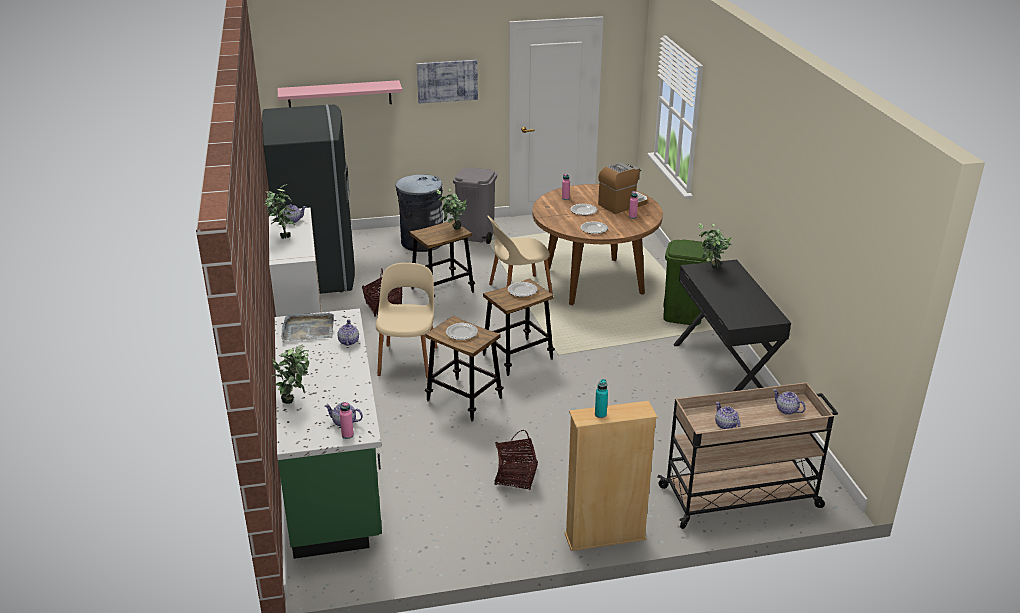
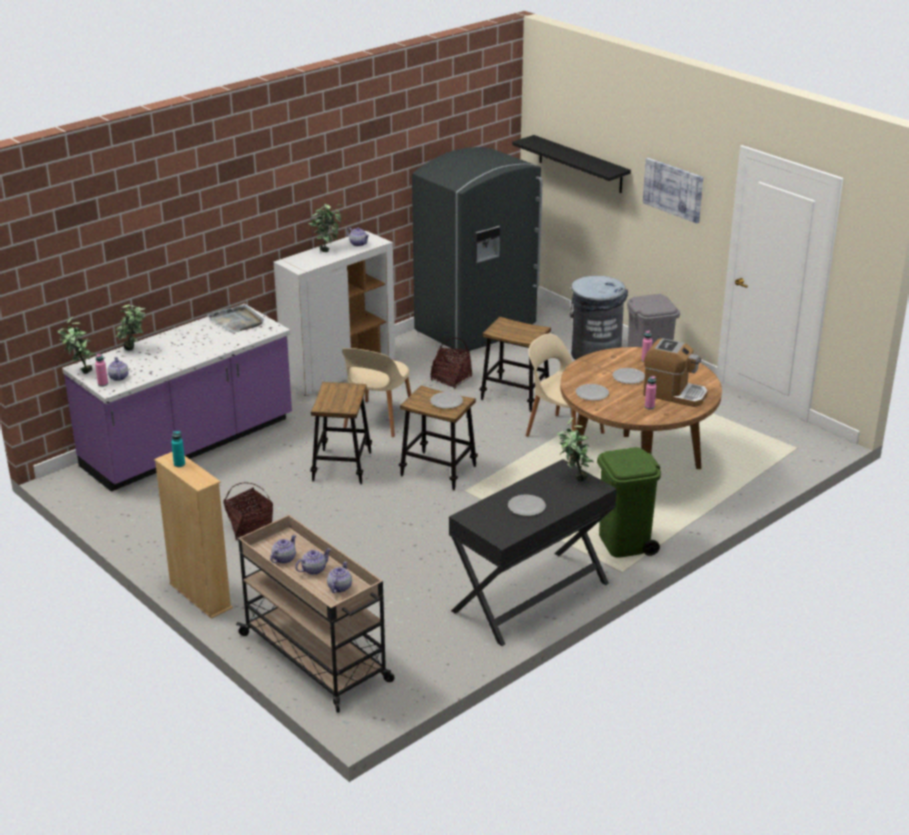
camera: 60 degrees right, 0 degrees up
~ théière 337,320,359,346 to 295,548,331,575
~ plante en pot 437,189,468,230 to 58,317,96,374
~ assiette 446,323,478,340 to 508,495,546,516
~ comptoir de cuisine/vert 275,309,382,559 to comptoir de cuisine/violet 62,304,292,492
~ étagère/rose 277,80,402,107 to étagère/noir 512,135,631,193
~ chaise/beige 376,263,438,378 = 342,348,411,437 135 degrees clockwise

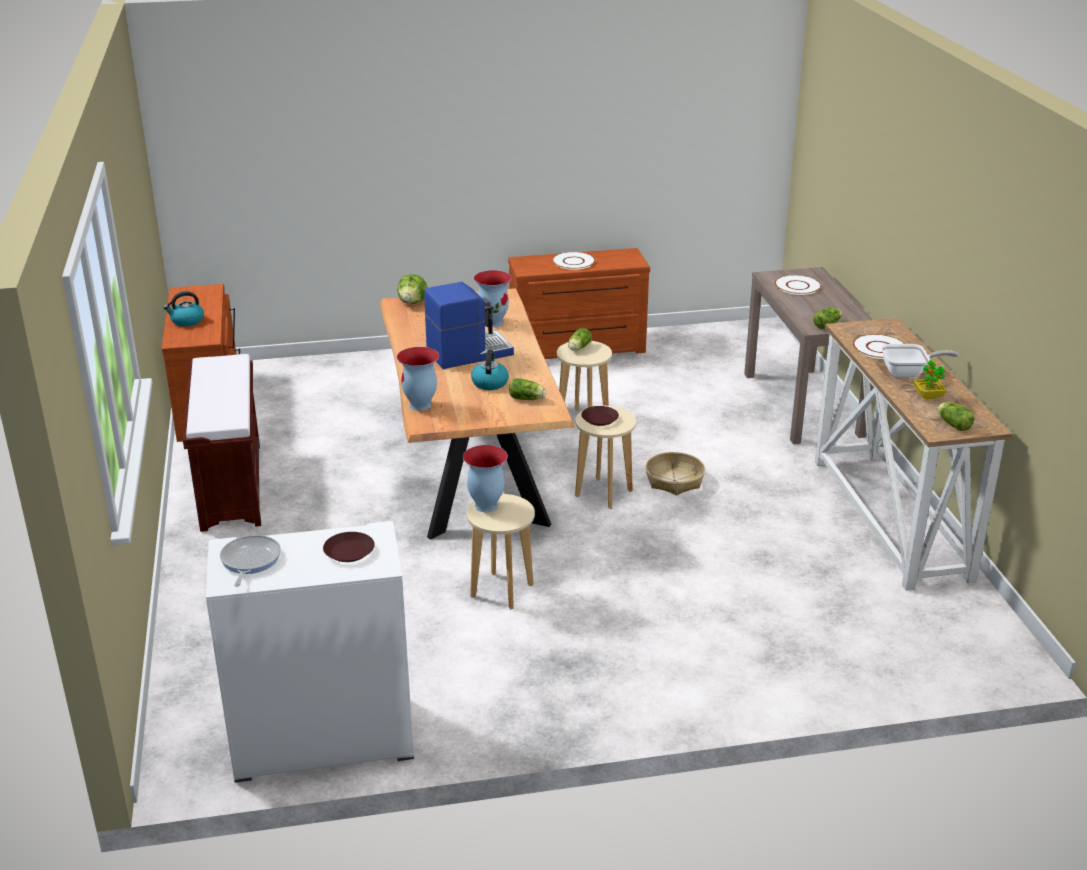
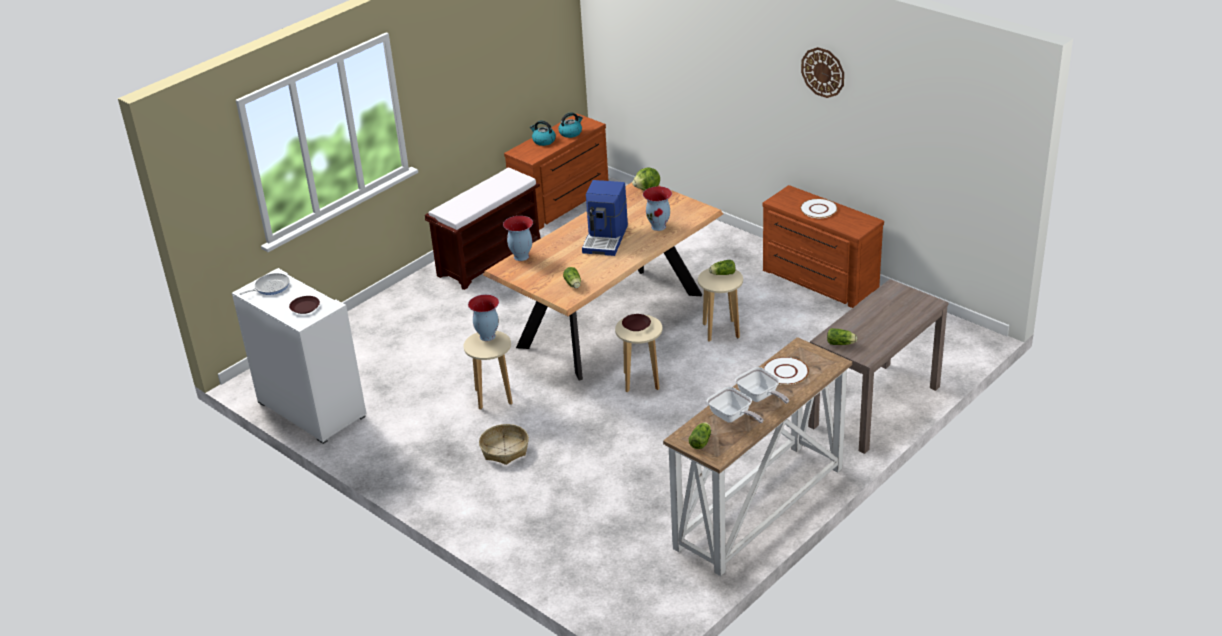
camera: 55 degrees right, 5 degrees up
- assiette/blanc 775,275,821,295
+ horloge murale 801,47,844,98
~ bouilloire 471,350,509,390 to 558,112,583,138
~ panier 645,452,705,495 to 479,424,529,465
~ plante en pot 914,360,946,399 to poêle 707,387,763,423
~ machine à café 424,282,514,369 = 582,180,628,256 75 degrees clockwise

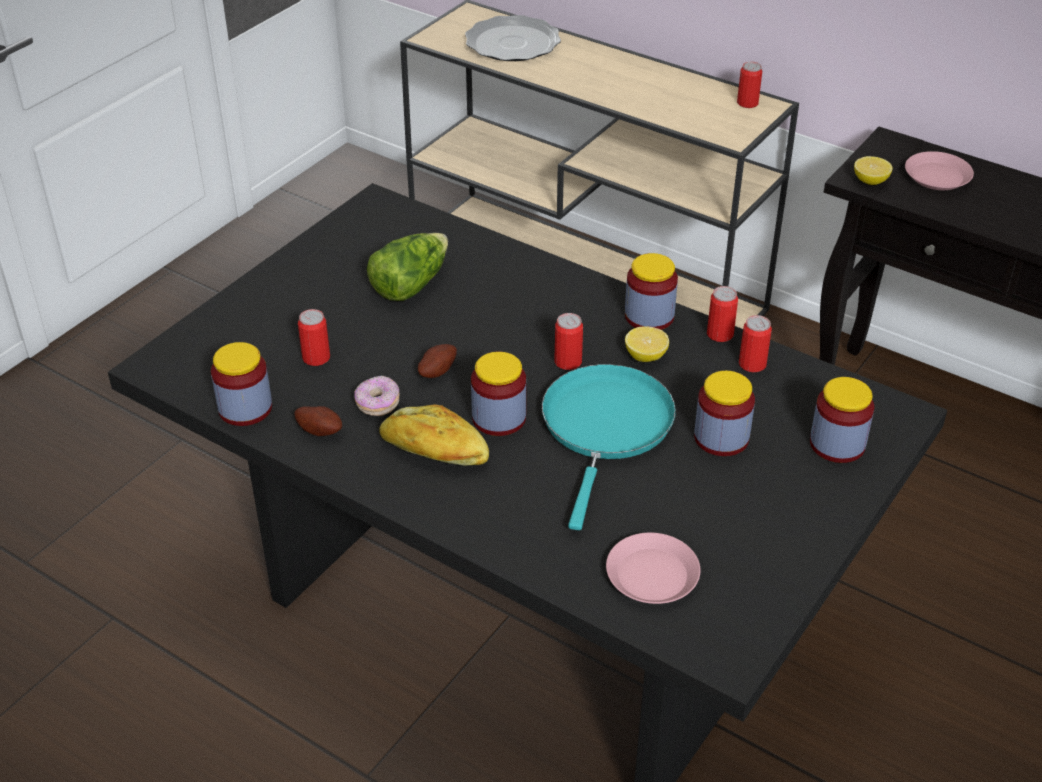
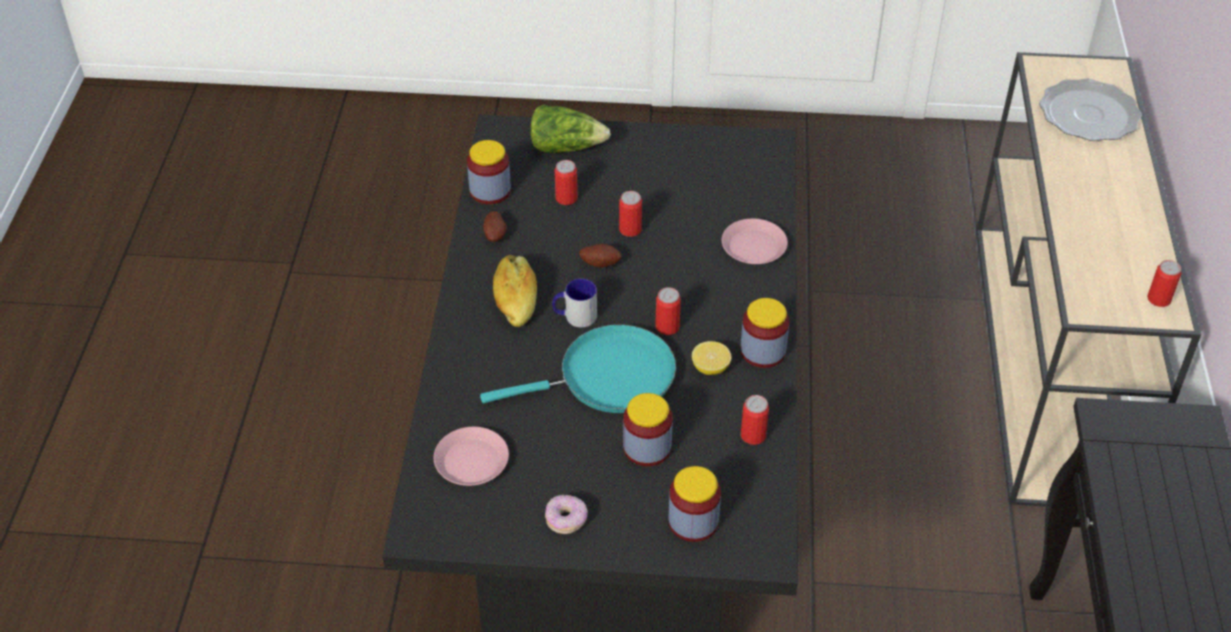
camera: 60 degrees right, 5 degrees up
- citron 854,156,893,185
~ beignet 354,376,400,416 to 545,495,588,534
~ laitue 367,233,448,301 to 530,105,611,153
~ boîte métallique 707,286,738,342 to 619,191,642,237
~ assiette/rose 905,151,974,190 to 722,218,788,264
~ bocal 471,352,526,436 to mug 552,279,597,327

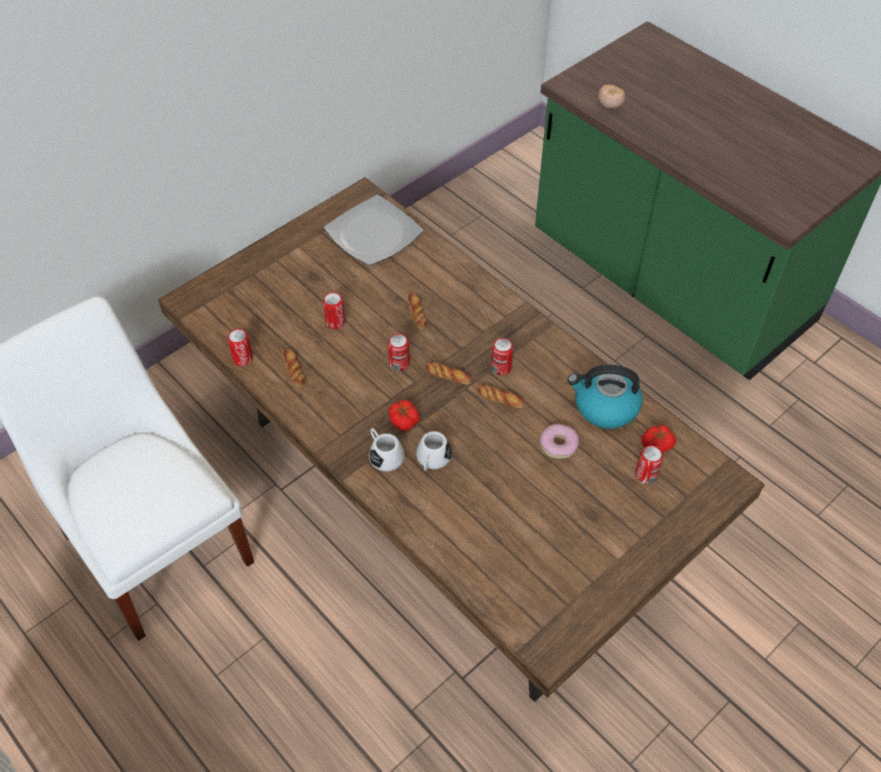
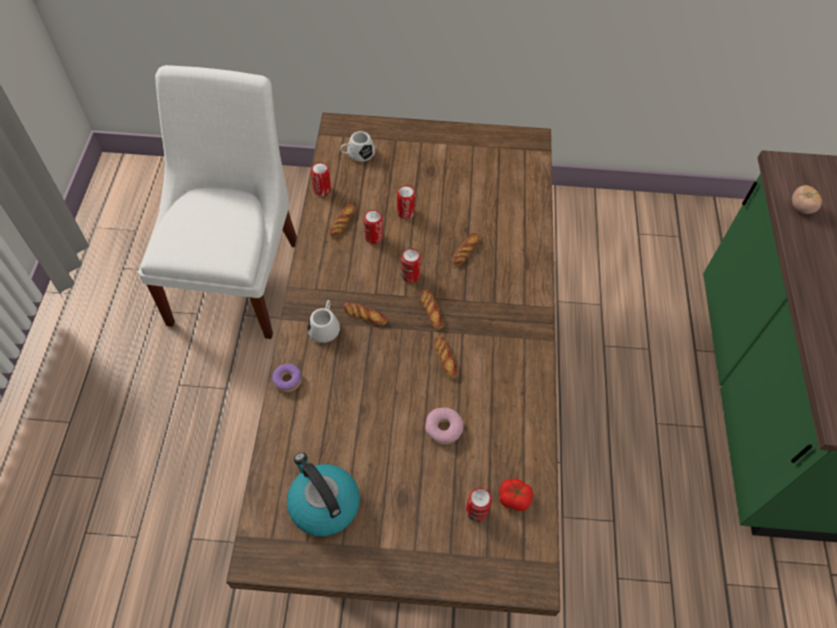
camera: 45 degrees right, 5 degrees up
- assiette 324,195,424,266
+ beignet 272,364,302,392
~ mug/blanc 416,431,452,471 to 340,131,375,162
~ boîte métallique 491,338,513,375 to 364,210,383,244
~ bouilloire 567,364,643,429 to 287,453,360,536
~ tomate 388,400,420,431 to pain 343,302,387,325

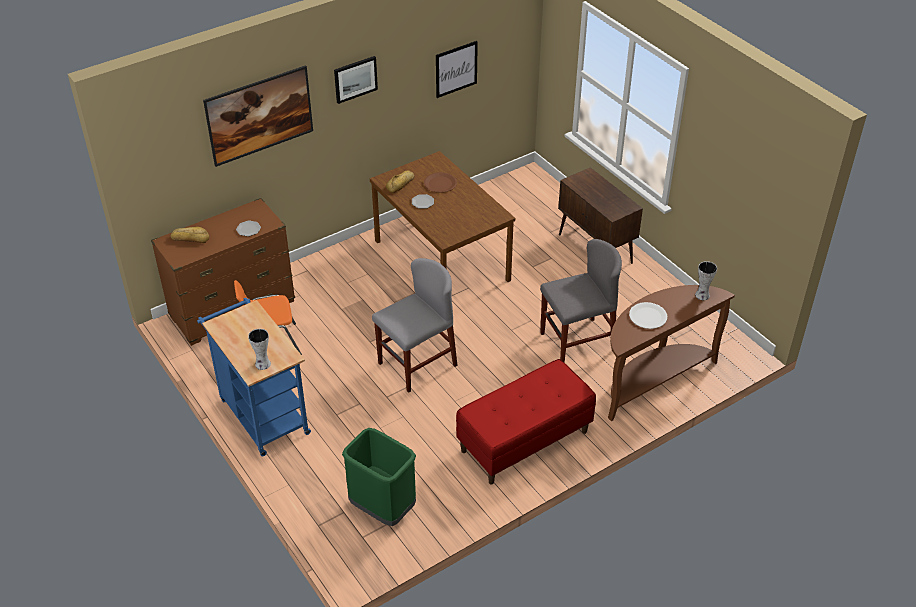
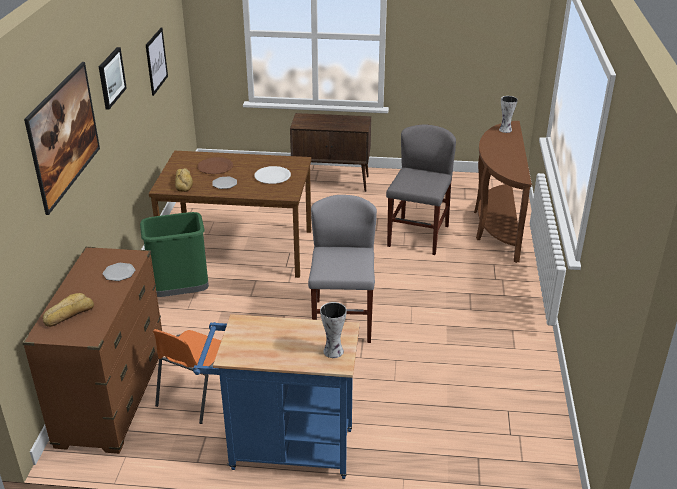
camera: 50 degrees left, 10 degrees down
- banc/rouge 456,359,596,485
~ poubelle/vert 342,428,416,526 to 140,212,209,297
~ assiette/blanc 629,302,667,329 to 255,166,291,184

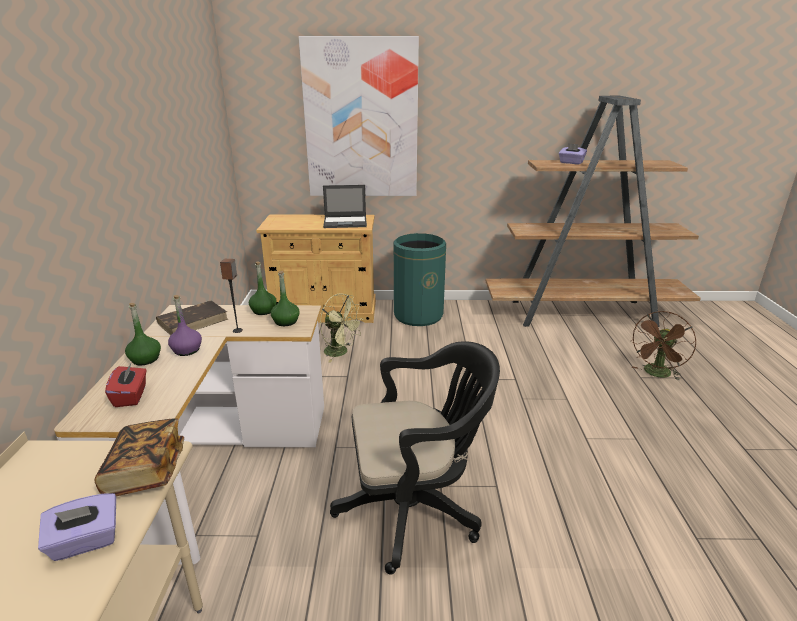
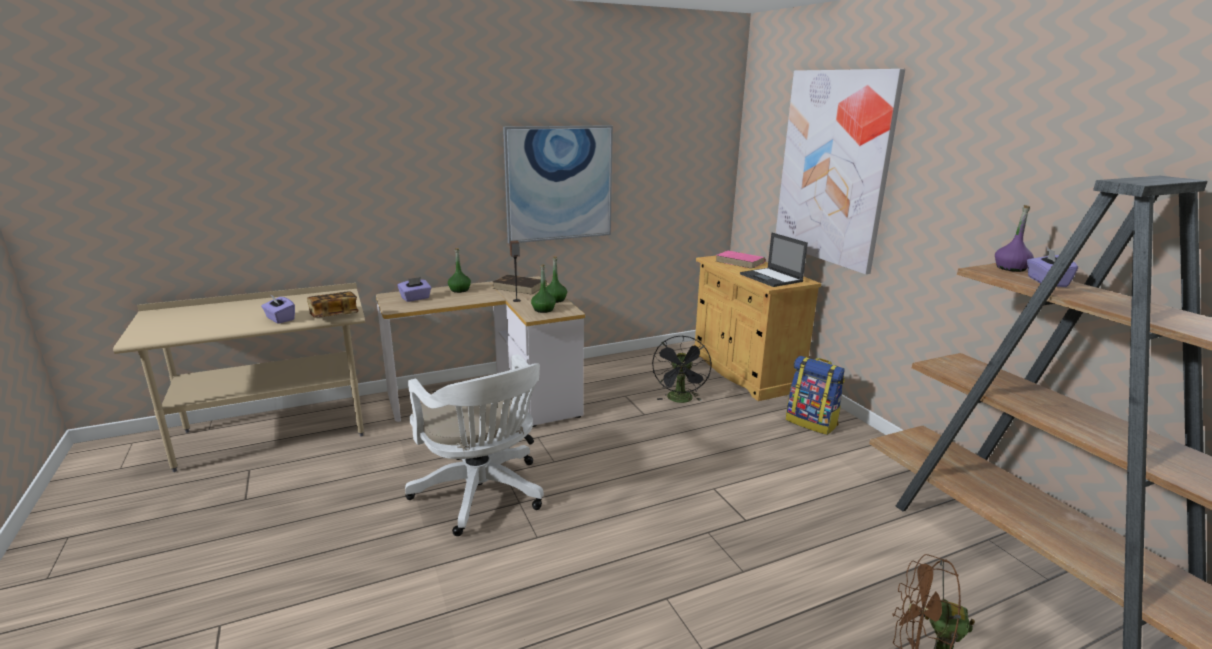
camera: 65 degrees right, 5 degrees down
+ tableau 503,125,613,244
+ livre/rose 716,251,765,269
~ bouteille/violet 168,295,202,356 to 995,205,1034,272
~ poubelle/vert 394,233,446,326 to sac à dos 786,356,845,435
~ boîte à mouchoirs/rouge 105,362,147,407 to boîte à mouchoirs/violet 397,277,431,302
~ ventilateur/vert 320,293,364,362 to ventilateur/noir 652,336,711,403
~ chaise de bureau/noir 330,341,500,575 to chaise de bureau/blanc 405,354,544,536

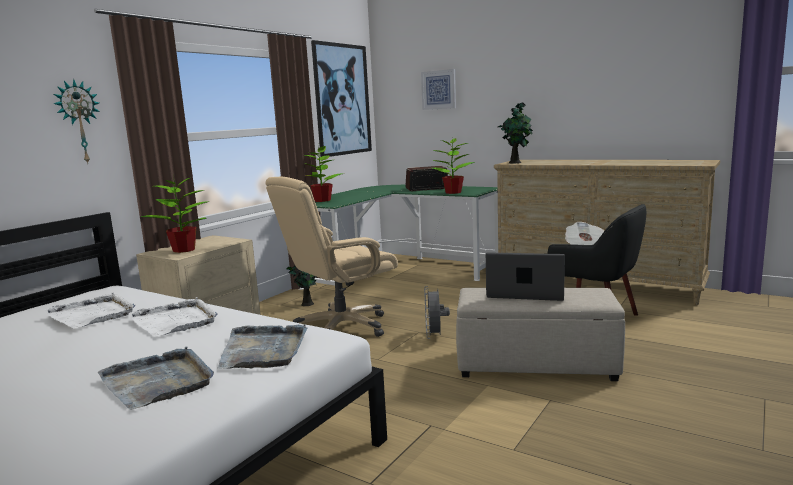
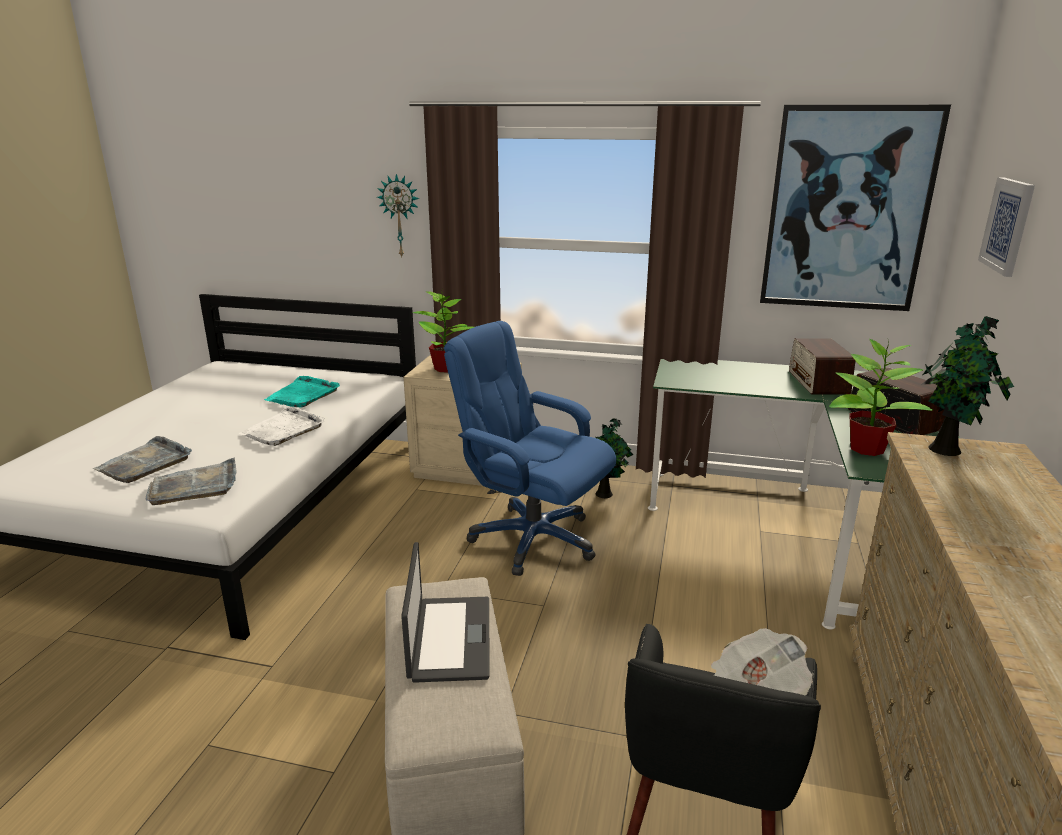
camera: 70 degrees right, 10 degrees up
- plante en pot 304,146,344,202
- ventilateur/gris 424,286,450,339
+ radio 789,338,855,394
~ plateau/blanc 44,292,135,328 to plateau/turquoise 264,376,340,408
~ chaise de bureau/beige 265,177,398,337 to chaise de bureau/bleu 444,321,616,576

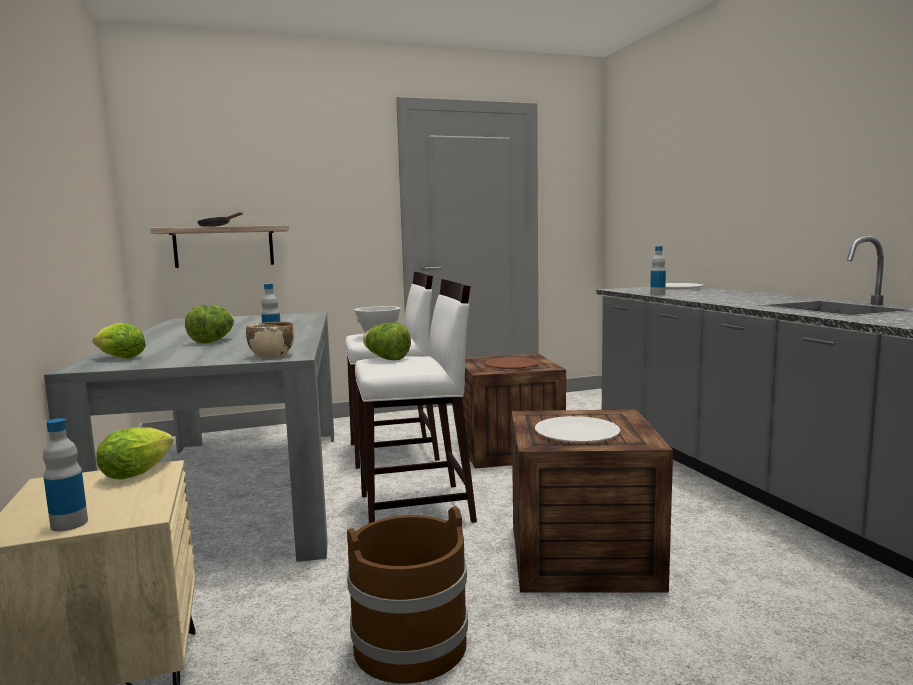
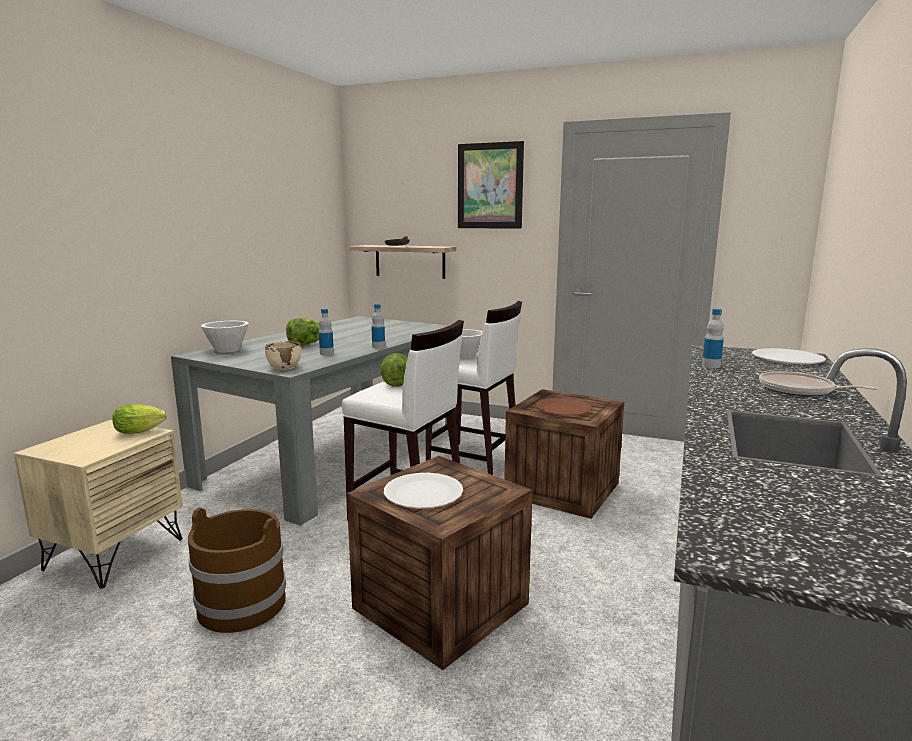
camera: 40 degrees right, 5 degrees up
+ tableau 458,141,524,229
+ poêle 759,371,878,396
~ bouteille 43,418,88,531 to 371,304,385,348
~ laitue 92,323,146,359 to bol/blanc 201,321,249,353

